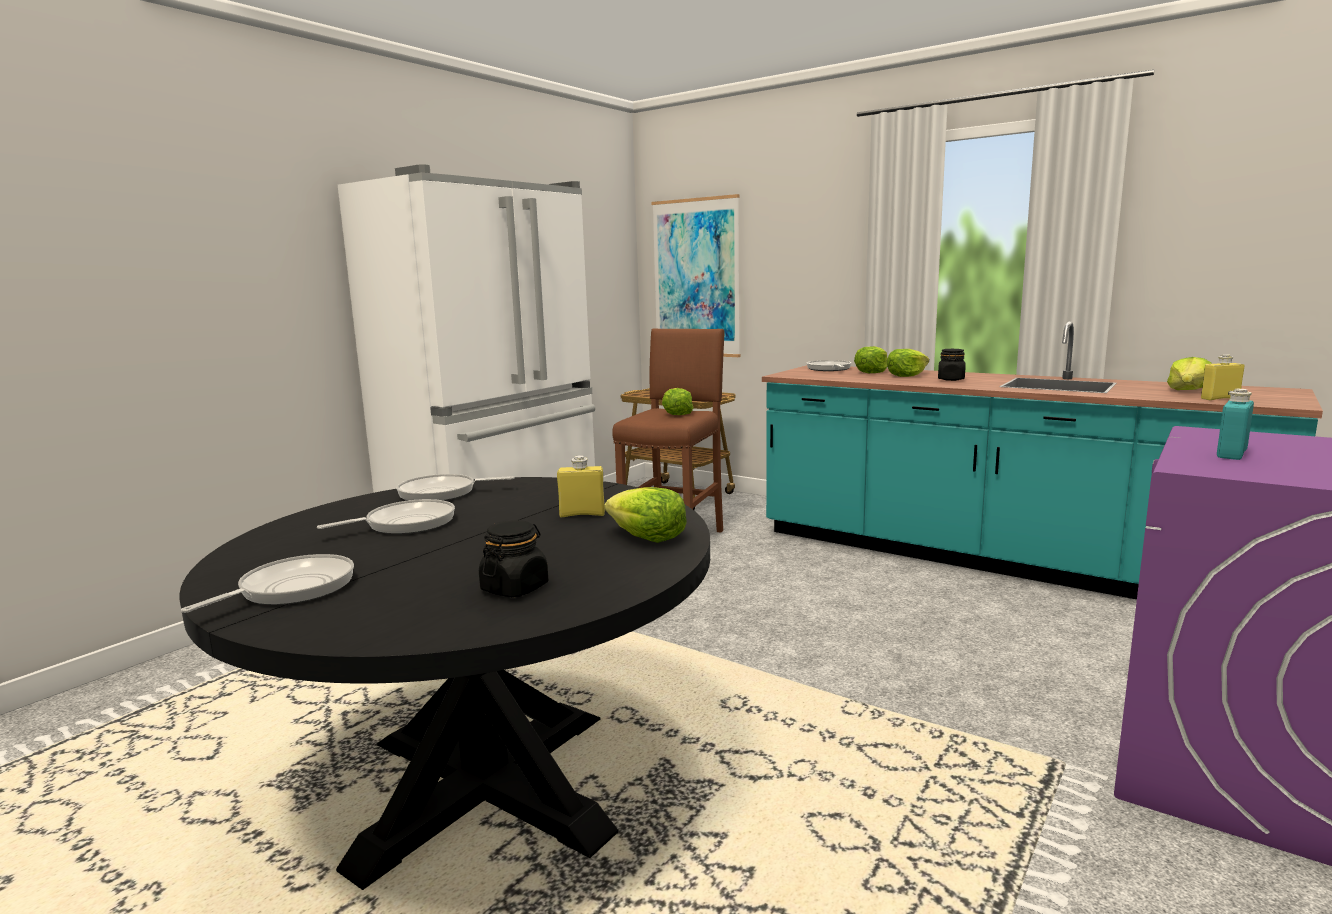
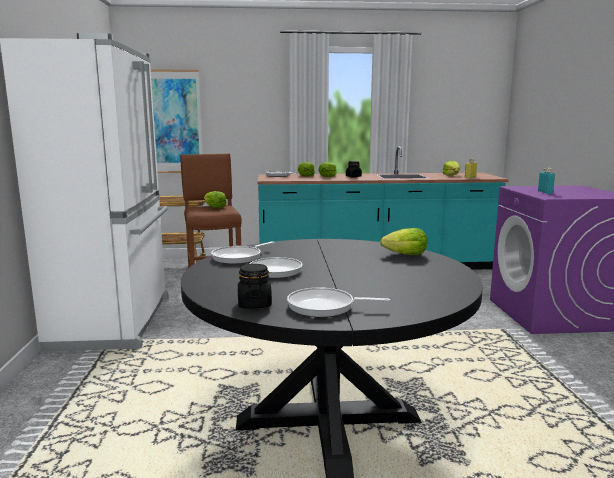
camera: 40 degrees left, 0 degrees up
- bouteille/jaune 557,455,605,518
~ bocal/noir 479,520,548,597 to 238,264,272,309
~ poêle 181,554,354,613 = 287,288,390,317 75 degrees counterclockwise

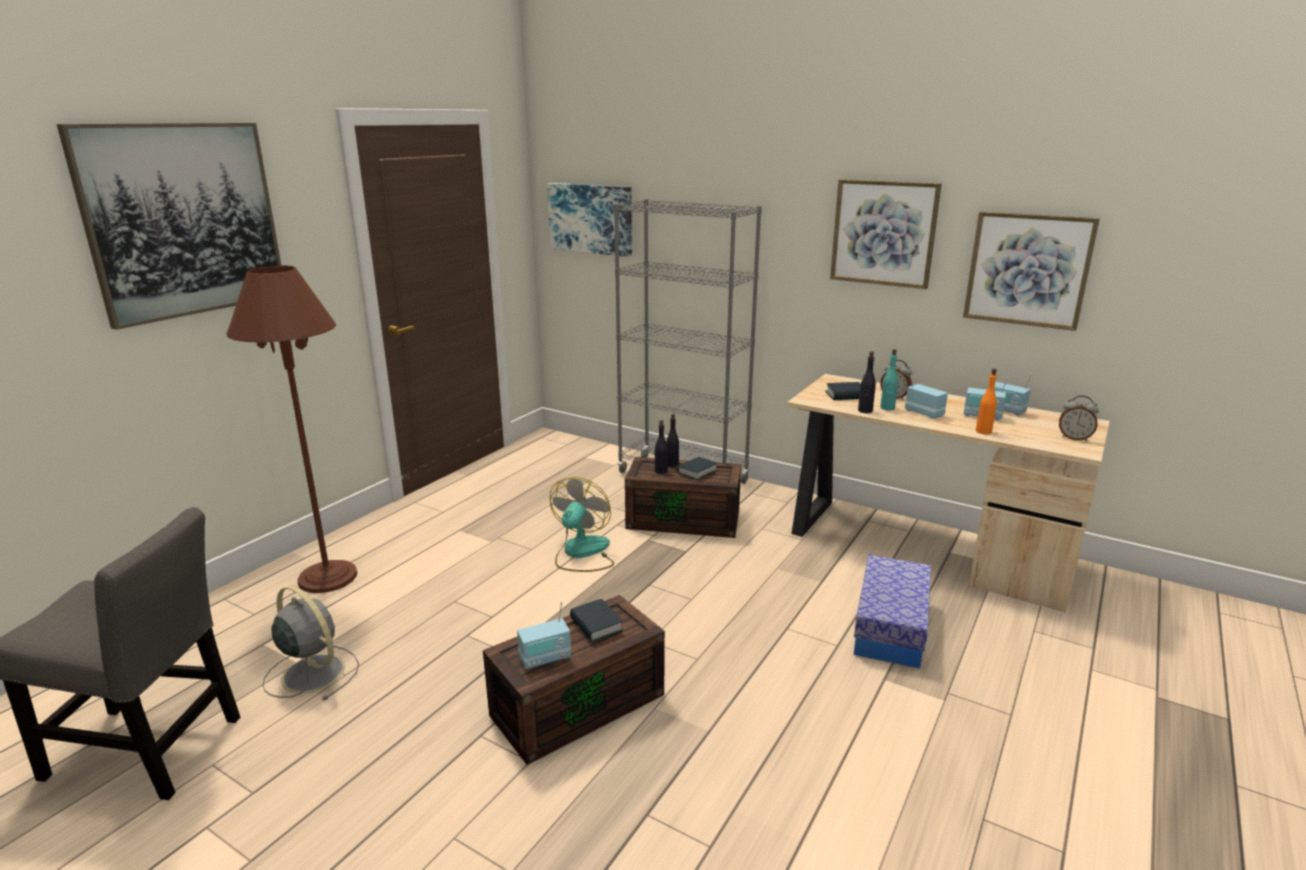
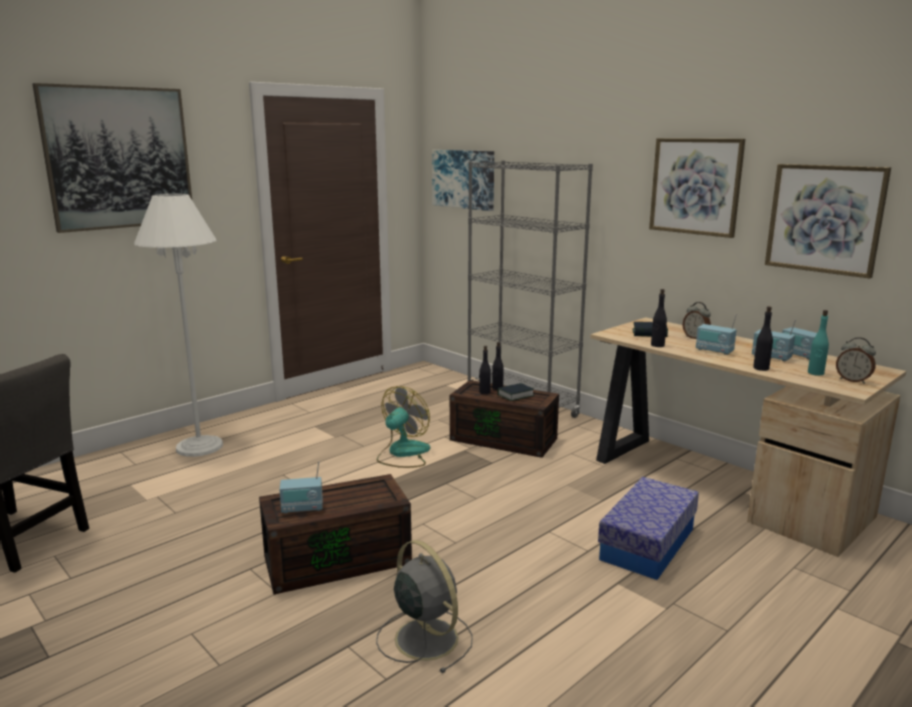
camera: 15 degrees right, 5 degrees down
- livre 570,599,623,642
~ ventilateur/gris 262,586,359,700 to 376,540,473,673
~ bouteille/turquoise 880,349,898,411 to 808,310,829,376
~ lampadaire/marron 227,265,357,593 to lampadaire/blanc 134,194,223,457
~ bouteille/orange 976,368,997,435 to bouteille/noir 753,306,773,371
~ radio 905,371,948,419 = 696,314,737,355 150 degrees clockwise

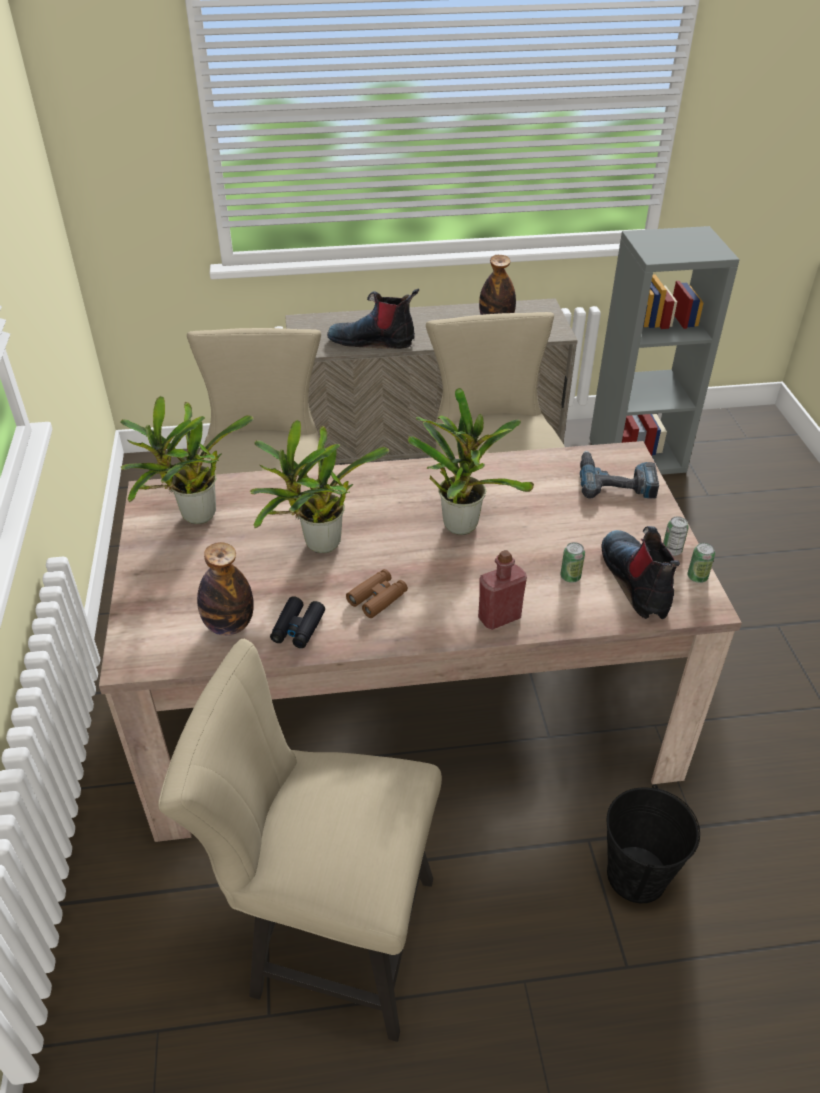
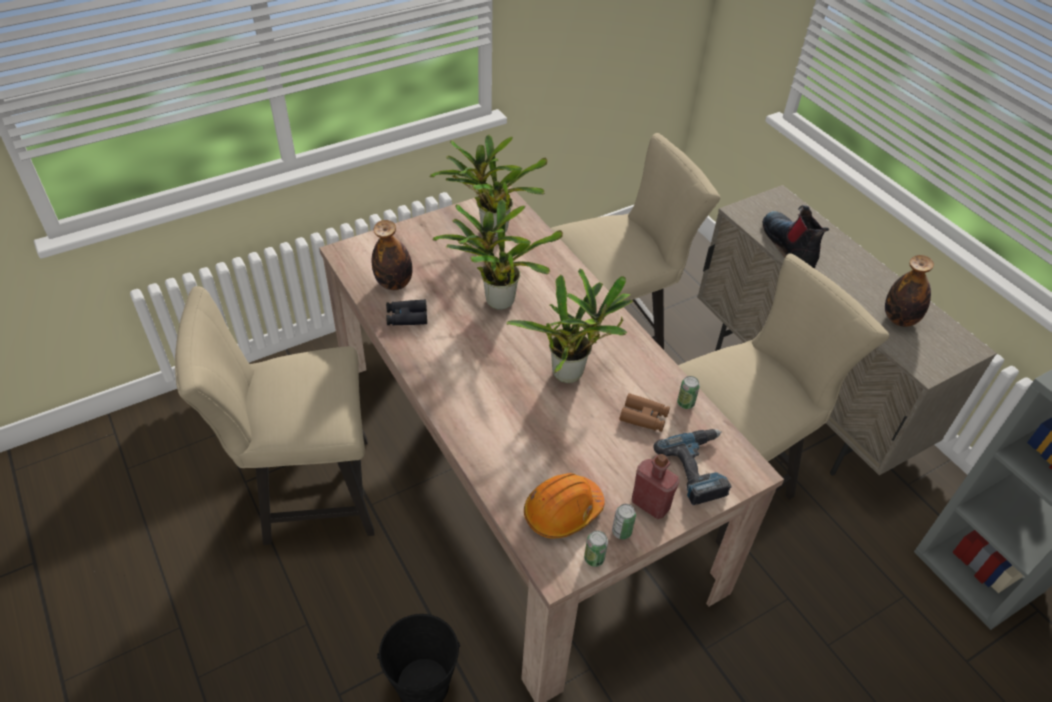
camera: 65 degrees right, 5 degrees up
~ jumelles/marron 346,569,408,618 to 619,393,670,432
~ bouteille/rouge 478,550,527,630 to 632,454,679,519
~ boîte métallique 560,542,585,583 to 677,376,700,409
~ botte 602,526,680,619 to casque de chantier/orange 524,473,605,538
~ chaise/beige 158,639,442,1042 = 175,286,375,545 90 degrees counterclockwise

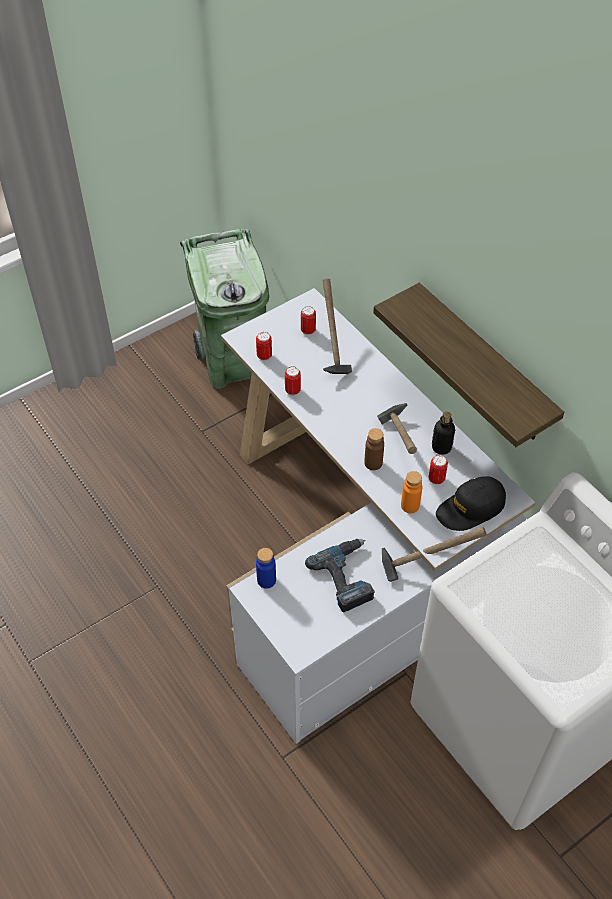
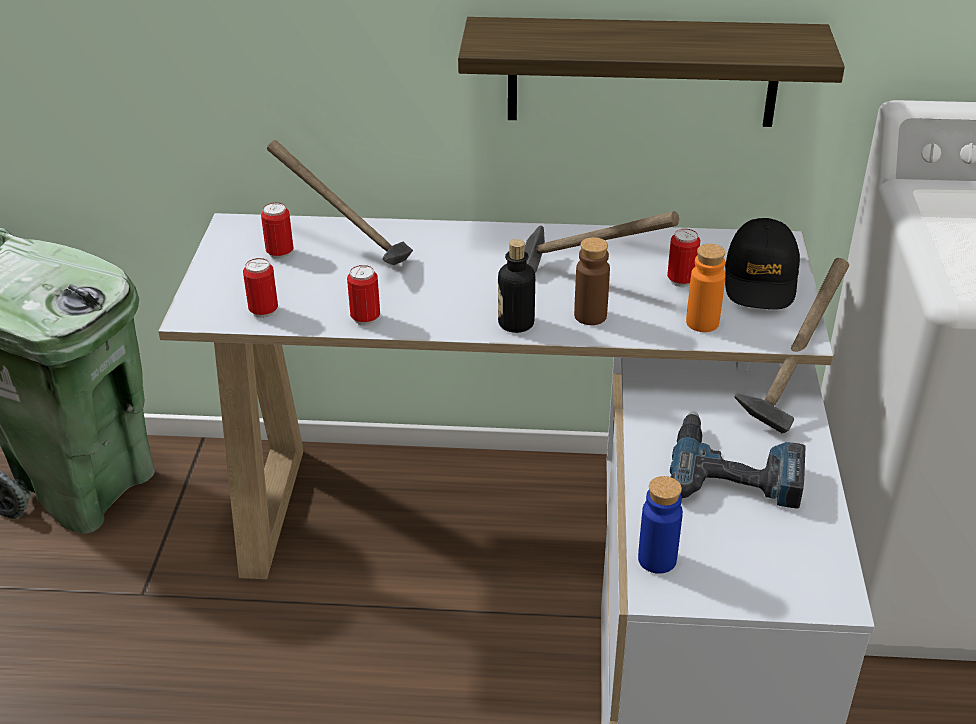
camera: 50 degrees left, 15 degrees down
~ bouteille 432,412,455,455 to 498,239,535,333

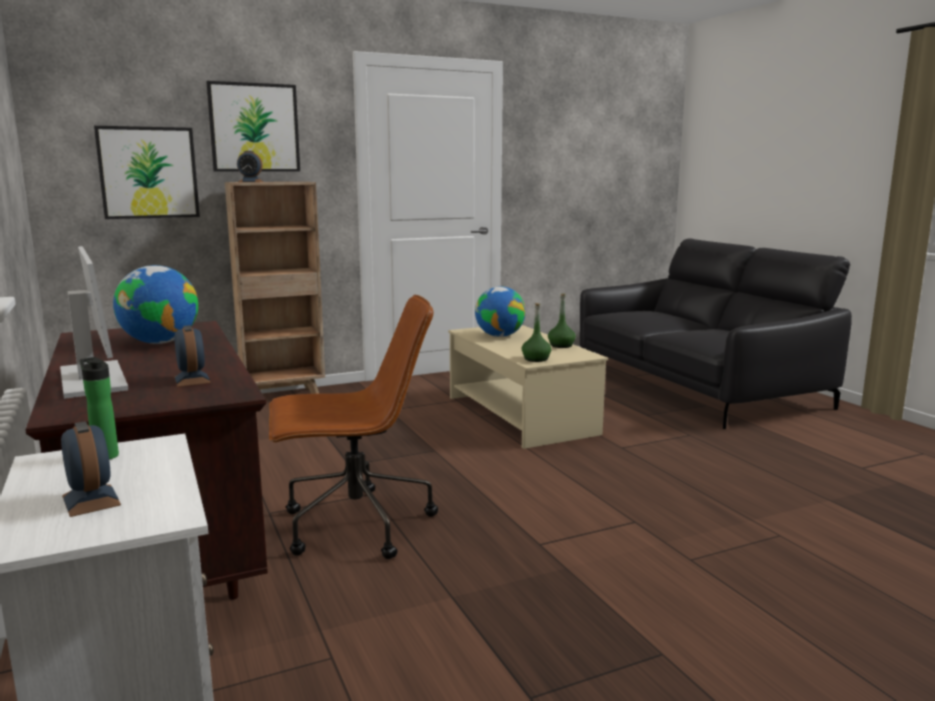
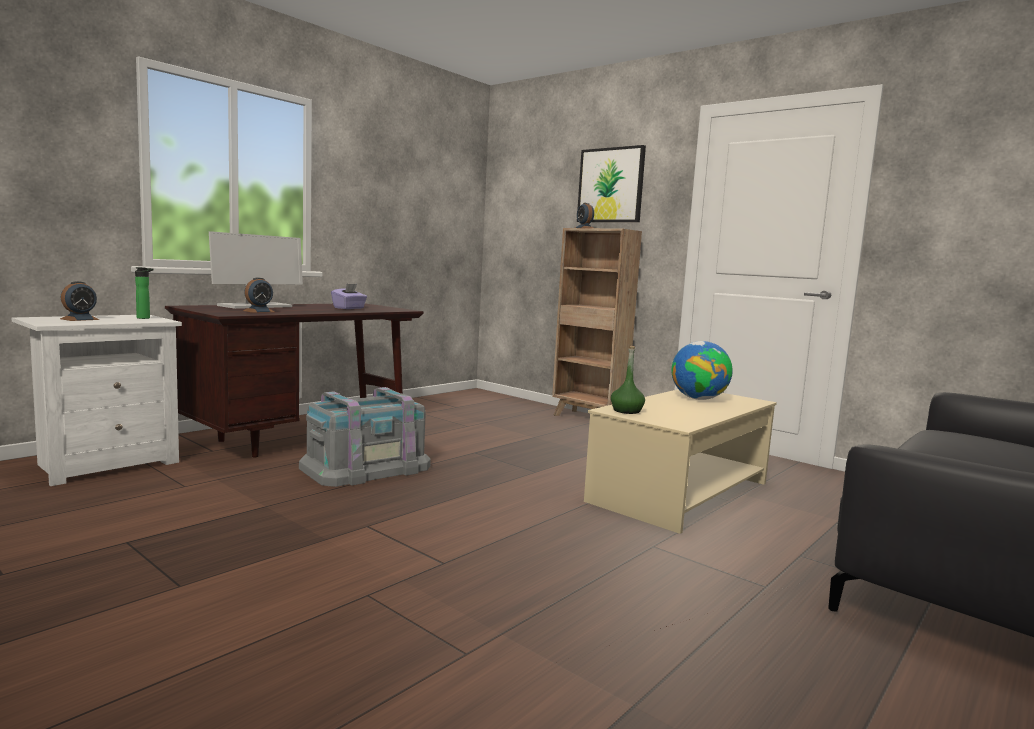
camera: 65 degrees right, 5 degrees down
- tableau 94,126,200,219
- bouteille/vert 548,293,576,348
~ globe 113,265,198,344 to boîte à mouchoirs/violet 331,284,367,309
~ chaise de bureau/marron 269,295,438,559 to boîte de rangement/gris 299,387,431,487

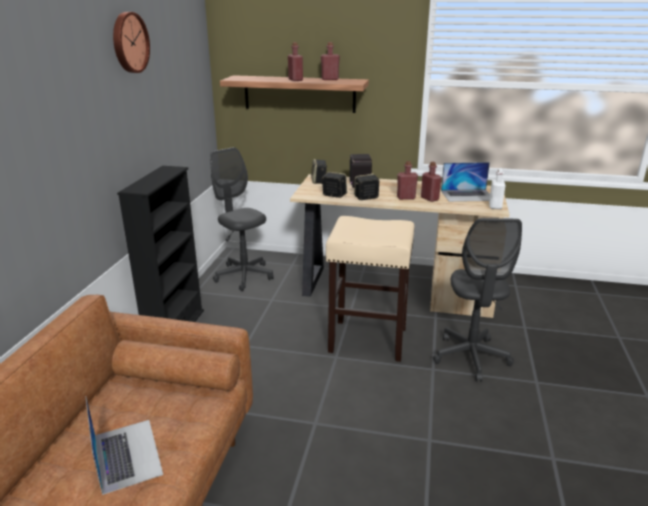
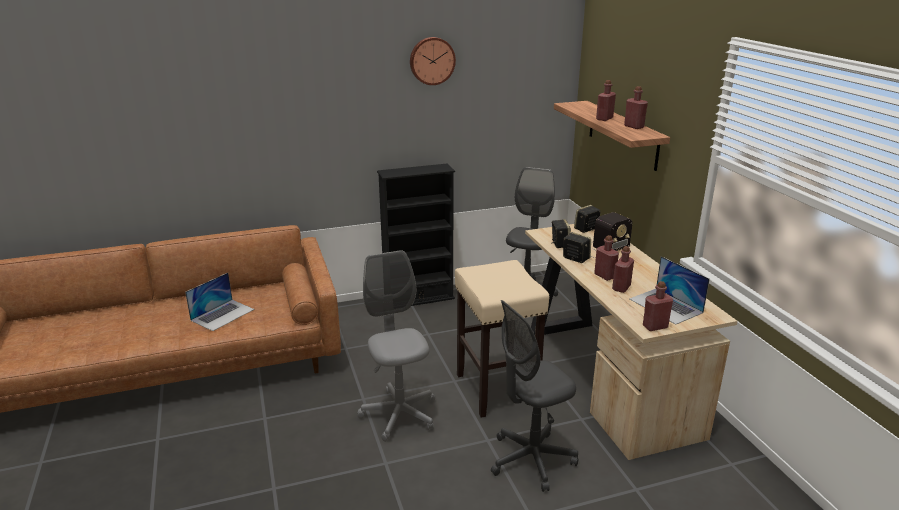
camera: 60 degrees right, 0 degrees up
+ chaise de bureau/gris 357,250,435,442
~ bouteille/blanc 489,168,506,209 to bouteille/rouge 643,281,673,331

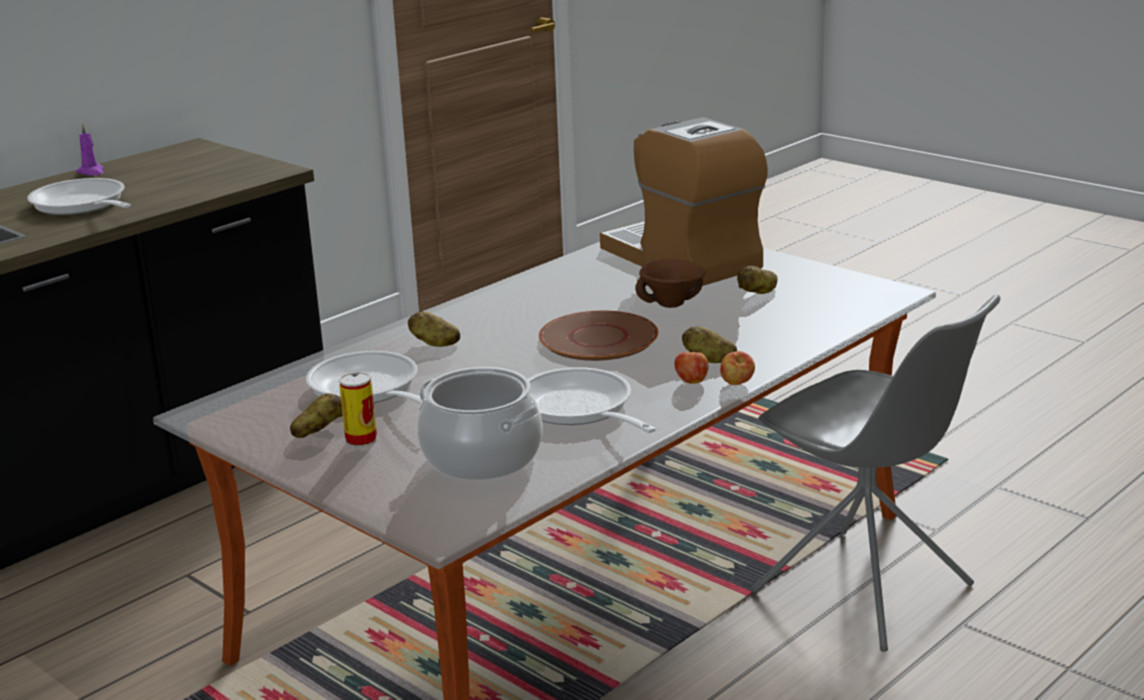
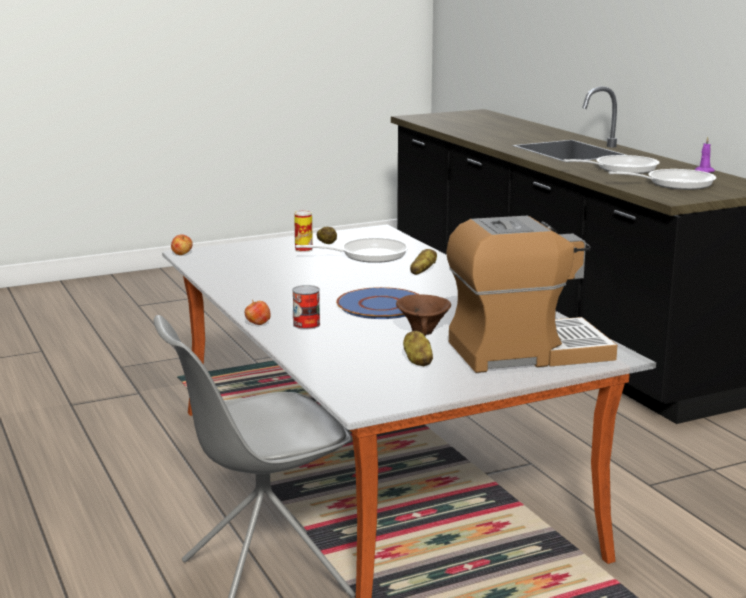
camera: 110 degrees right, 5 degrees down
- marmite 417,367,543,480
~ poêle 528,367,656,433 to 608,169,716,190
~ pomme 674,348,708,384 to 171,234,193,255
~ pomme de terre 682,326,737,363 to boîte métallique 292,285,320,330
~ assiette/marron 539,311,658,361 to assiette/bleu 336,287,418,319

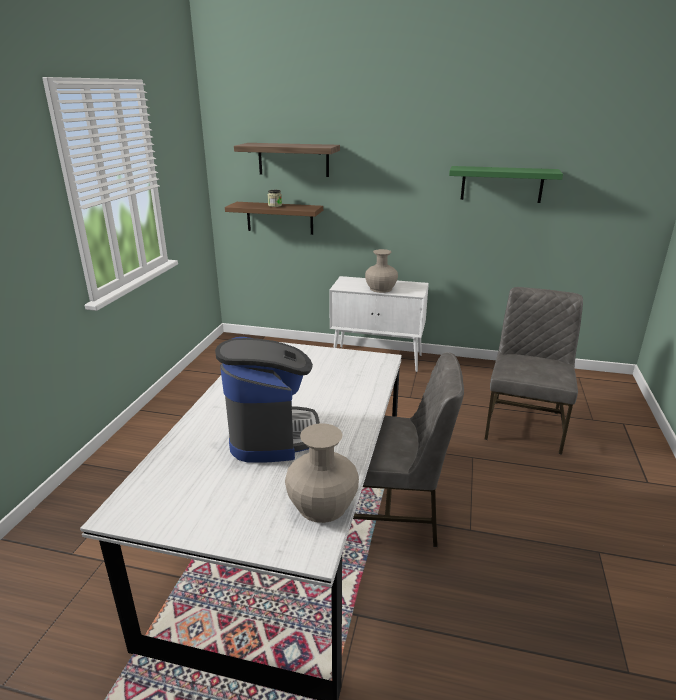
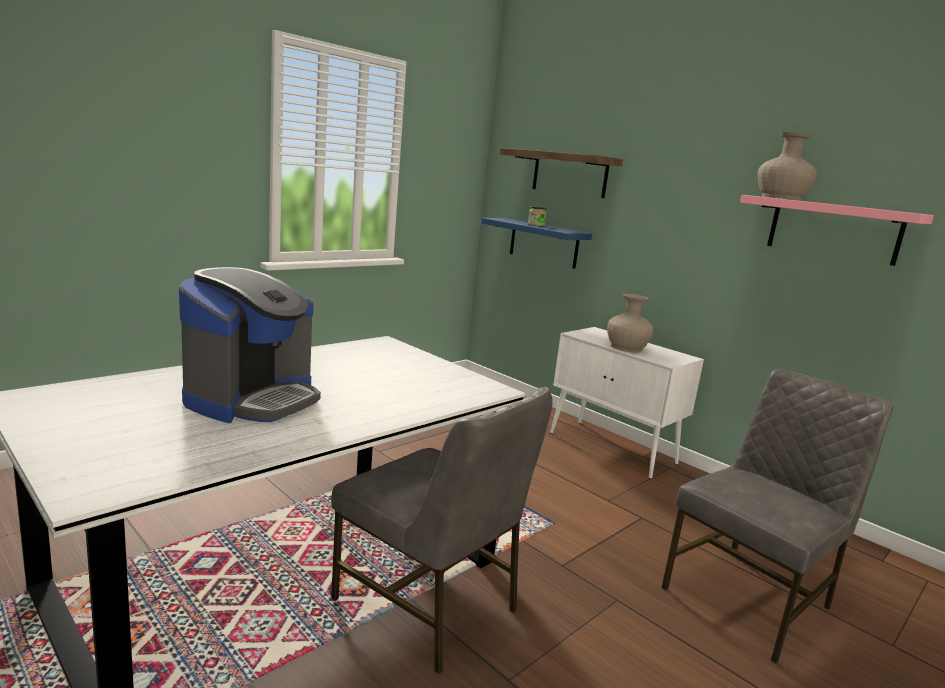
camera: 30 degrees right, 10 degrees down
~ vase/beige 285,423,359,523 to 758,132,817,200
~ étagère/marron 225,202,323,235 to étagère/bleu 481,218,592,269
~ étagère/vert 449,166,563,203 to étagère/rose 740,195,934,266

